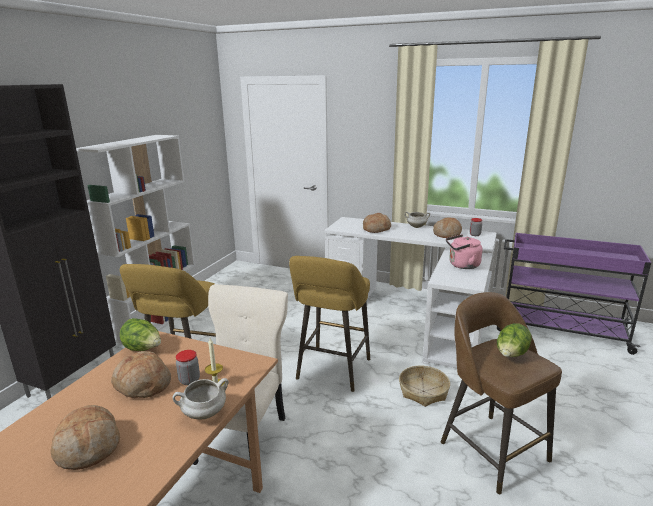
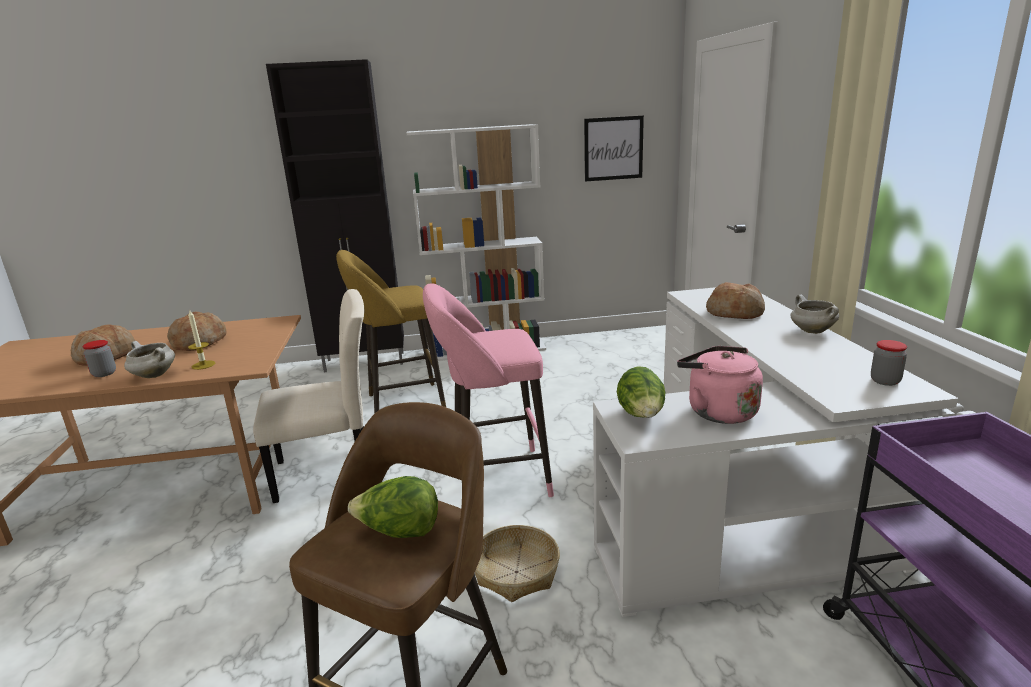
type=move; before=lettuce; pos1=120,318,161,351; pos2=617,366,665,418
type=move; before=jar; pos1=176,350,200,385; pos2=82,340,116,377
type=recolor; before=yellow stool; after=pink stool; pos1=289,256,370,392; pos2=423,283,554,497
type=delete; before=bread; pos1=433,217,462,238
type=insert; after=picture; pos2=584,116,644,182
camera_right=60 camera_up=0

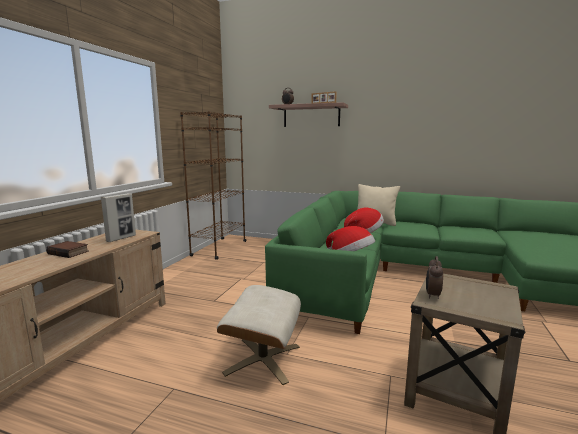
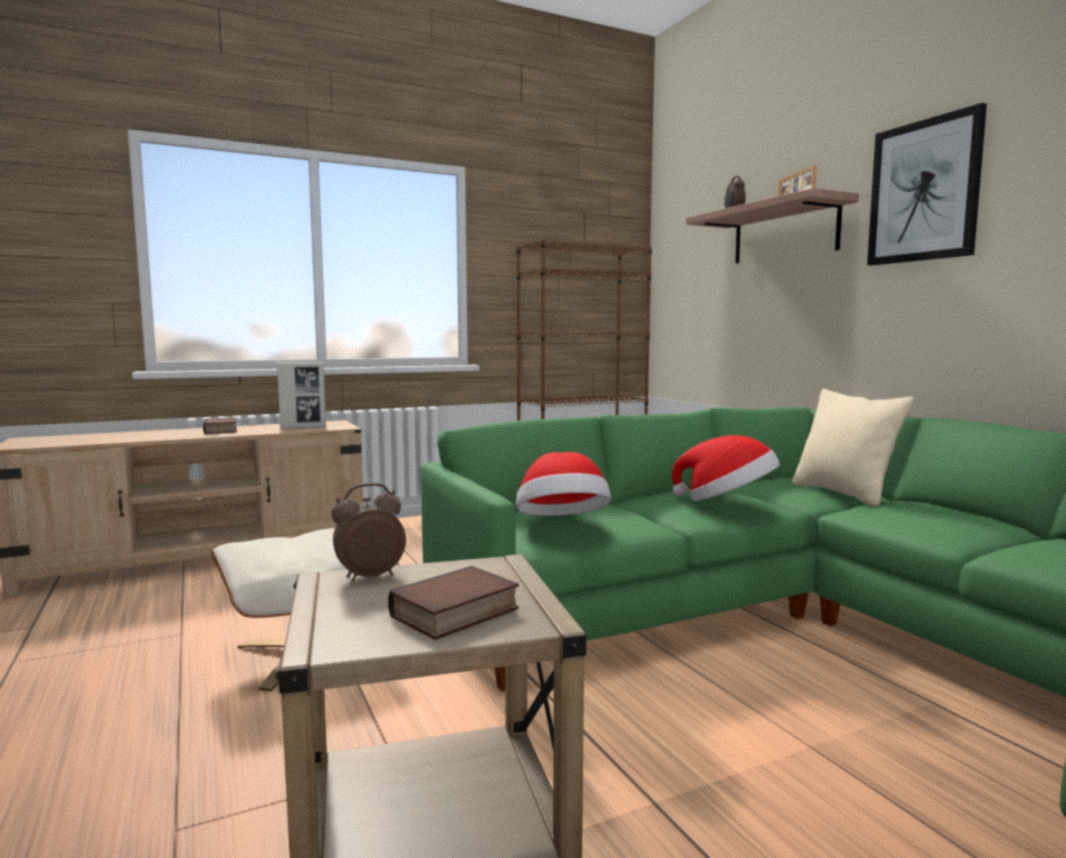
type=insert; after=book; pos2=388,566,519,640
type=insert; after=picture; pos2=867,103,987,265
camera_right=45 camera_up=-5

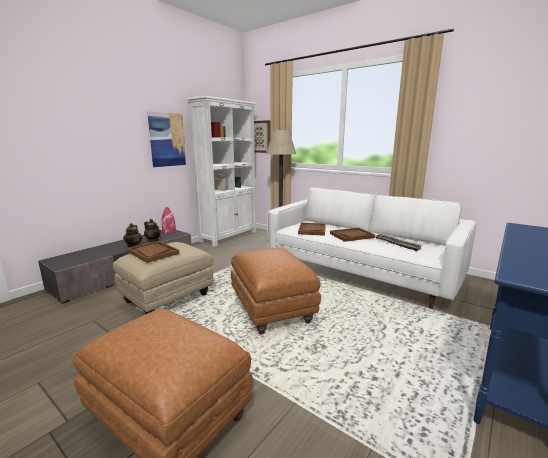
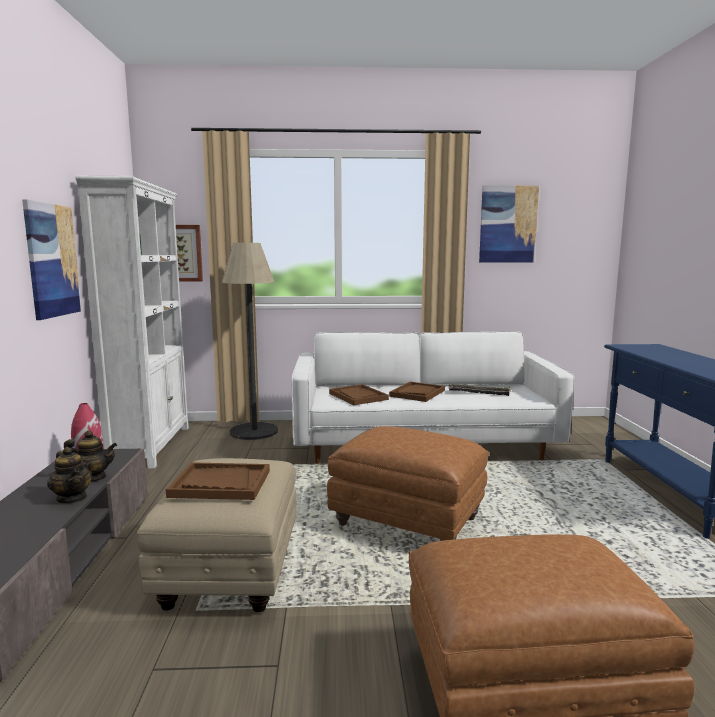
type=insert; after=picture; pos2=479,185,539,263
camera_right=-40 camera_up=-5

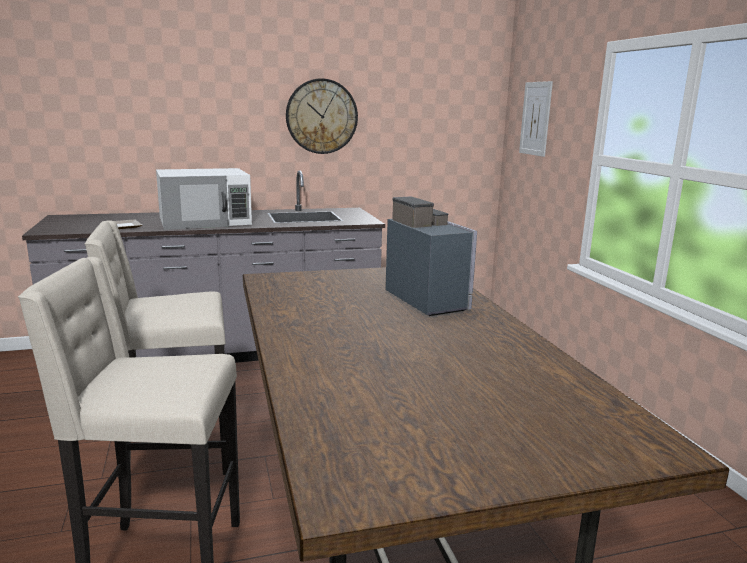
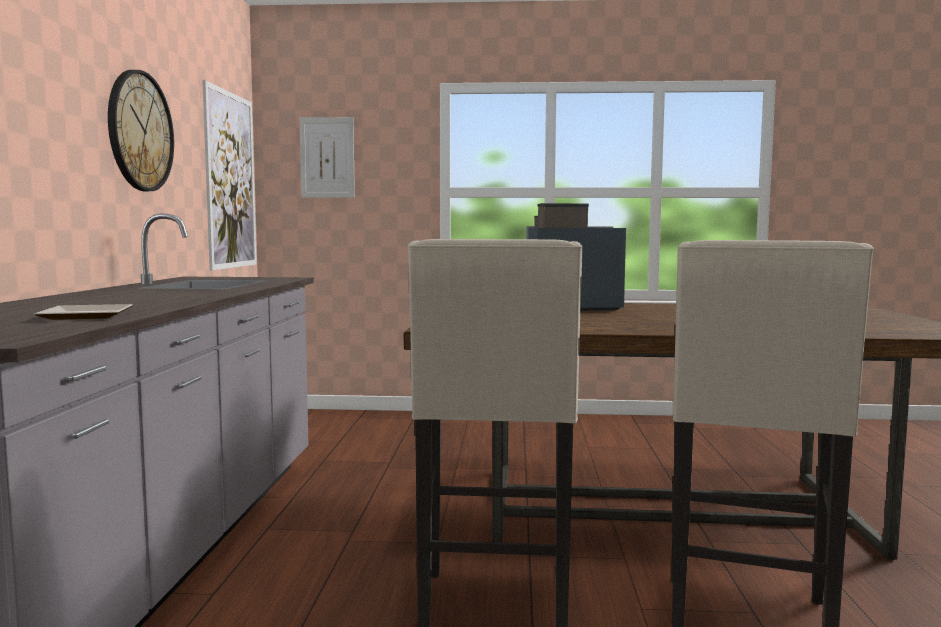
type=delete; before=white microwave; pos1=156,168,252,230
type=insert; after=picture; pos2=203,80,257,270
camera_right=-70 camera_up=-10

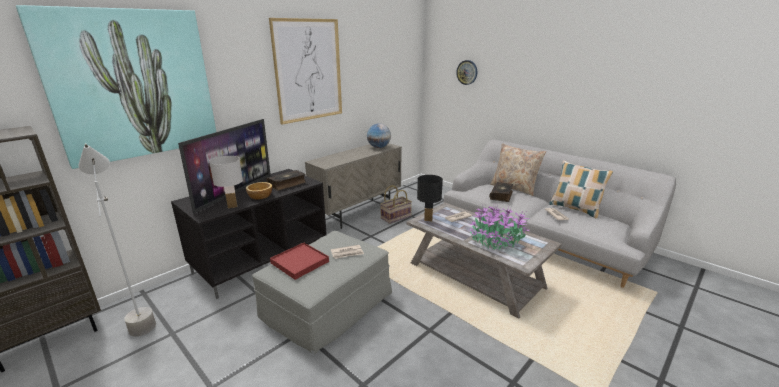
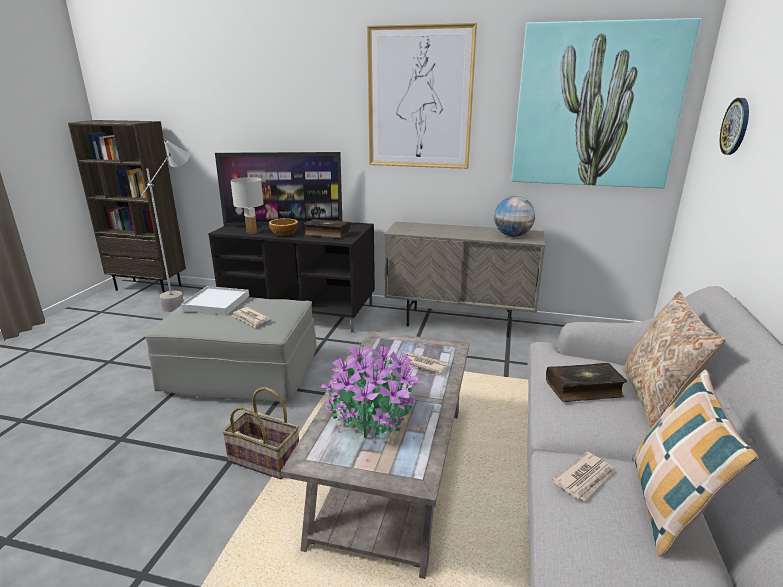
type=move; before=picture; pos1=16,5,216,169; pos2=511,18,701,189
type=recolor; before=red tray; after=white tray; pos1=270,242,329,280; pos2=181,286,249,315
type=move; before=basket; pos1=380,185,412,224; pos2=222,387,299,479
type=delete; before=black table lamp; pos1=417,175,443,221
camera_right=60 camera_up=0

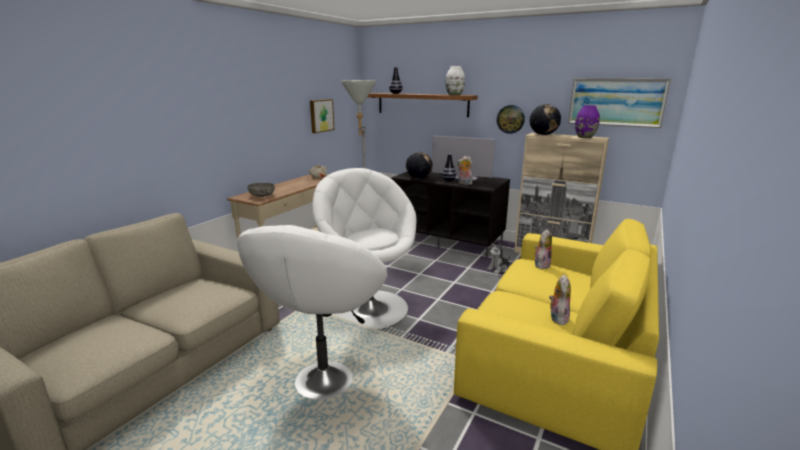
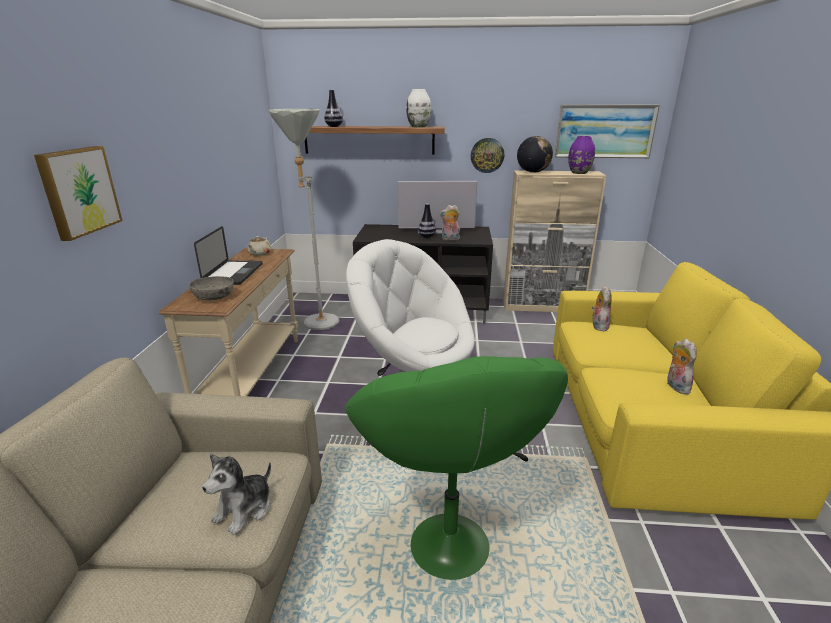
type=recolor; before=white armchair; after=green armchair; pos1=237,225,387,399; pos2=346,356,568,580
type=move; before=picture; pos1=310,99,334,133; pos2=34,146,123,241
type=delete; before=globe; pos1=406,152,433,179
type=move; before=plush toy; pos1=487,243,510,274; pos2=202,454,271,535
type=insert; after=laptop; pos2=194,226,263,285
camera_right=-25 camera_up=5

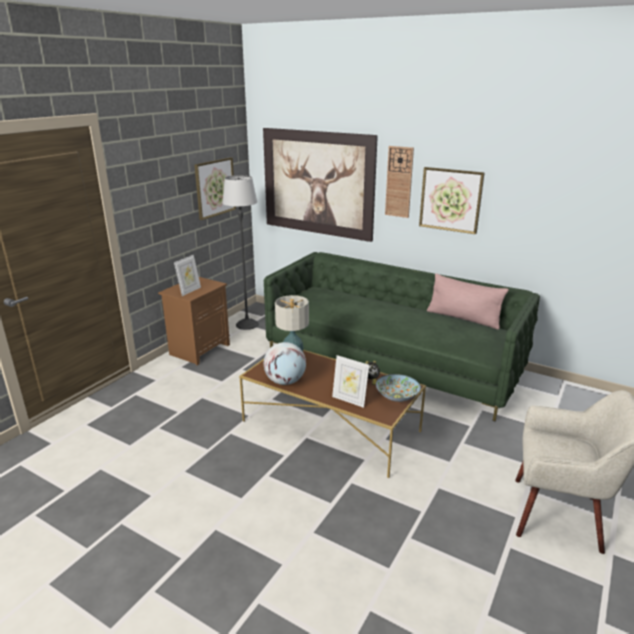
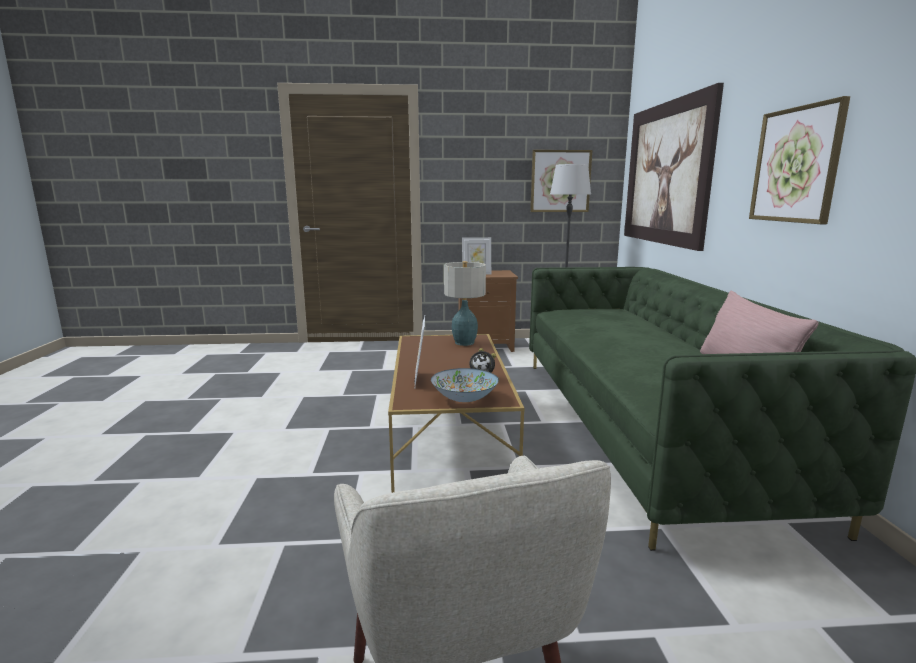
type=delete; before=globe; pos1=264,342,306,385
type=delete; before=wall clock; pos1=385,146,414,218
camera_right=55 camera_up=-10

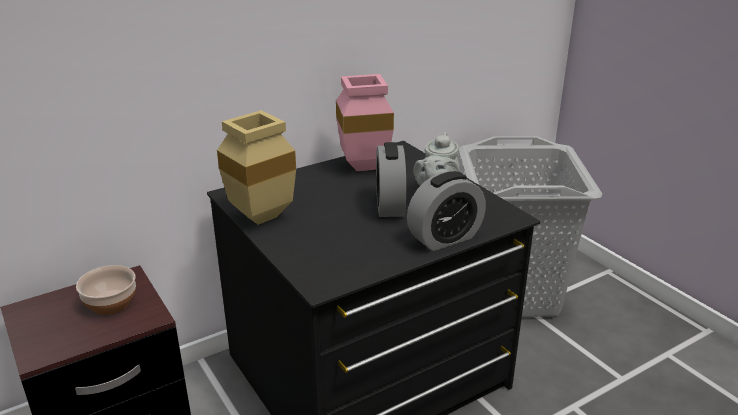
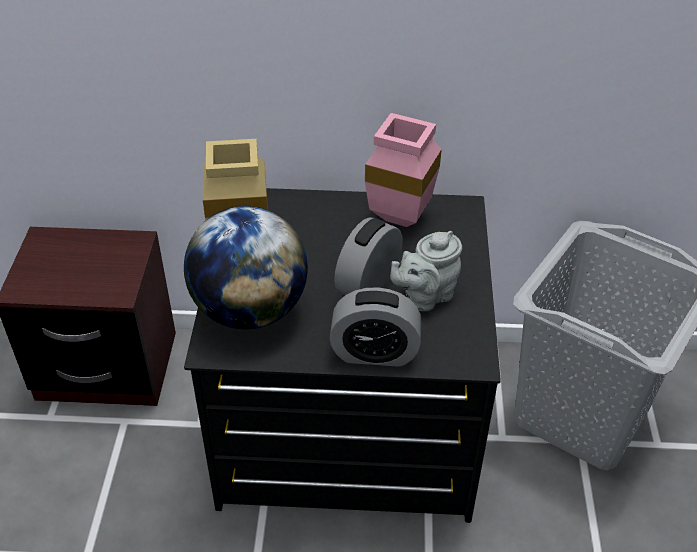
type=delete; before=bowl; pos1=76,265,136,315
type=insert; after=globe; pos2=184,206,308,329
camera_right=35 camera_up=15

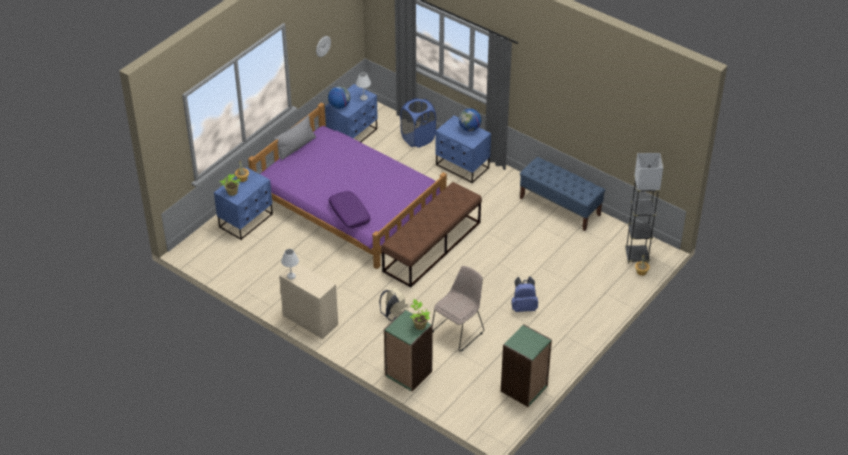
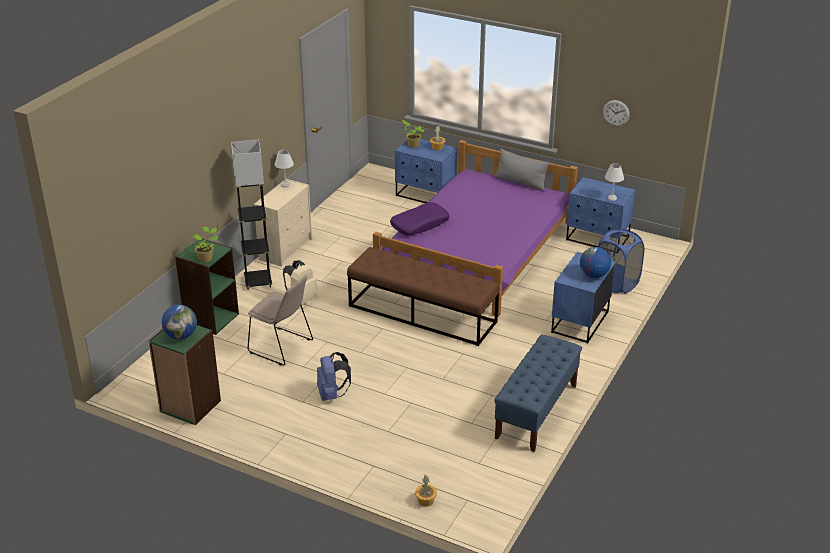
type=move; before=globe; pos1=328,86,351,109; pos2=162,305,197,340
type=move; before=grey floor lamp; pos1=625,153,663,263; pos2=231,140,272,290
camera_right=80 camera_up=-10

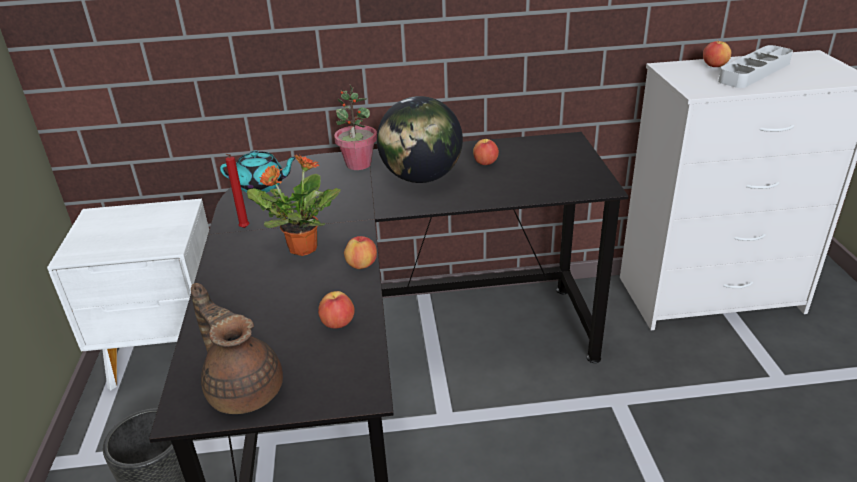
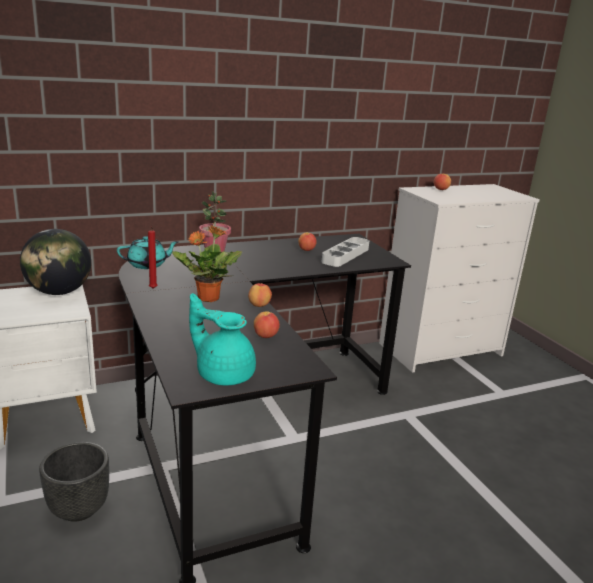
type=recolor; before=brown teapot; after=turquoise teapot; pos1=191,283,283,414; pos2=189,293,256,386
type=move; before=globe; pos1=377,96,463,183; pos2=20,229,91,295
type=move; before=grey tray; pos1=718,45,793,88; pos2=322,237,369,267
camera_right=-20 camera_up=-10

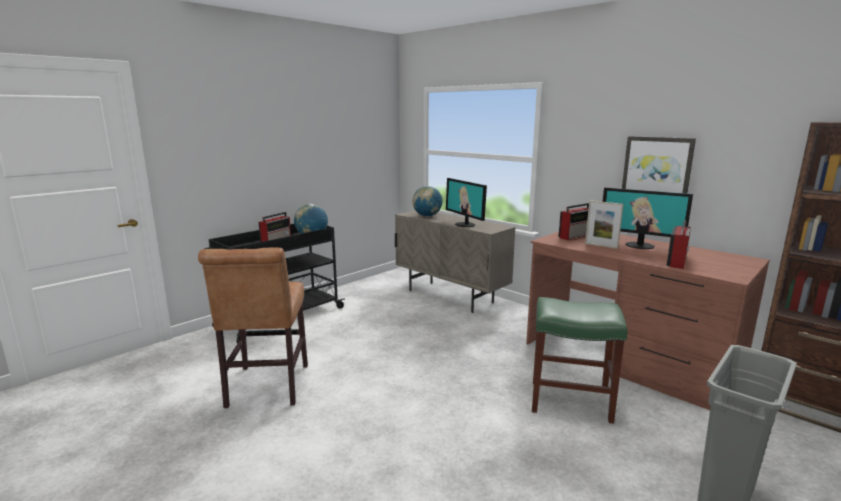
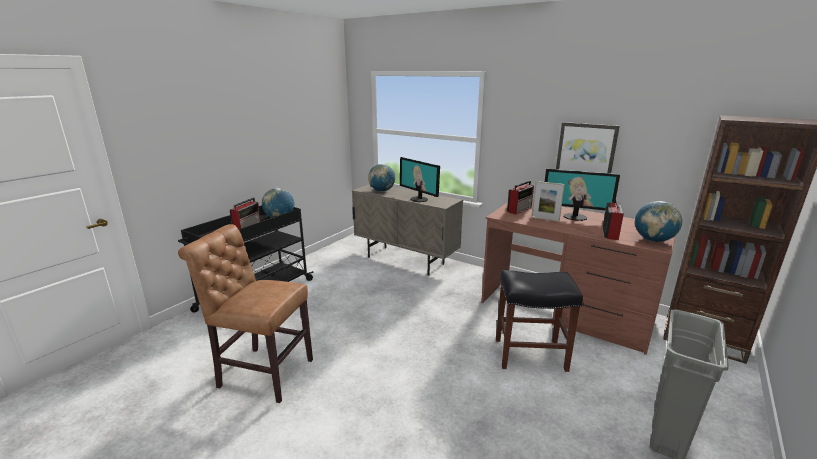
type=rotate; before=brown chair; pos1=198,248,308,408; pos2=178,224,313,403; turn=120
type=recolor; before=green stool; after=black stool; pos1=532,297,627,424; pos2=496,270,583,372
type=insert; after=globe; pos2=635,201,682,242
camera_right=-10 camera_up=5

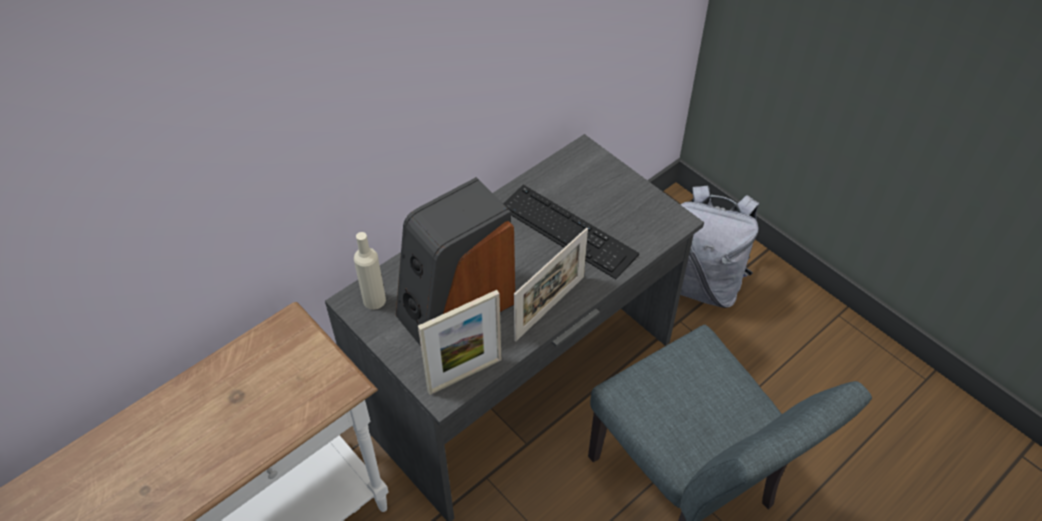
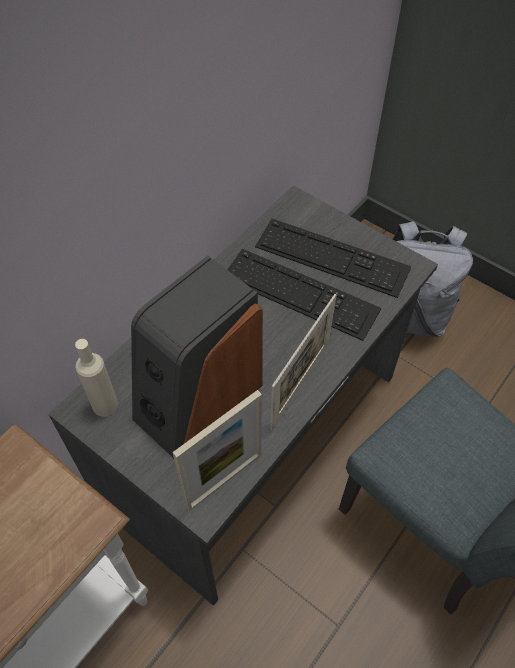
type=insert; after=keyboard; pos2=255,219,411,298
camera_right=-10 camera_up=5

